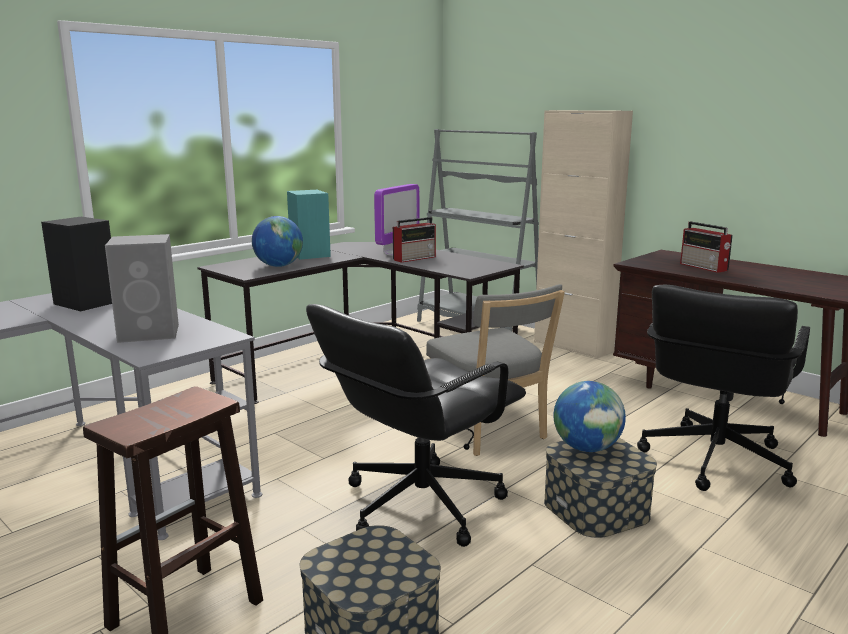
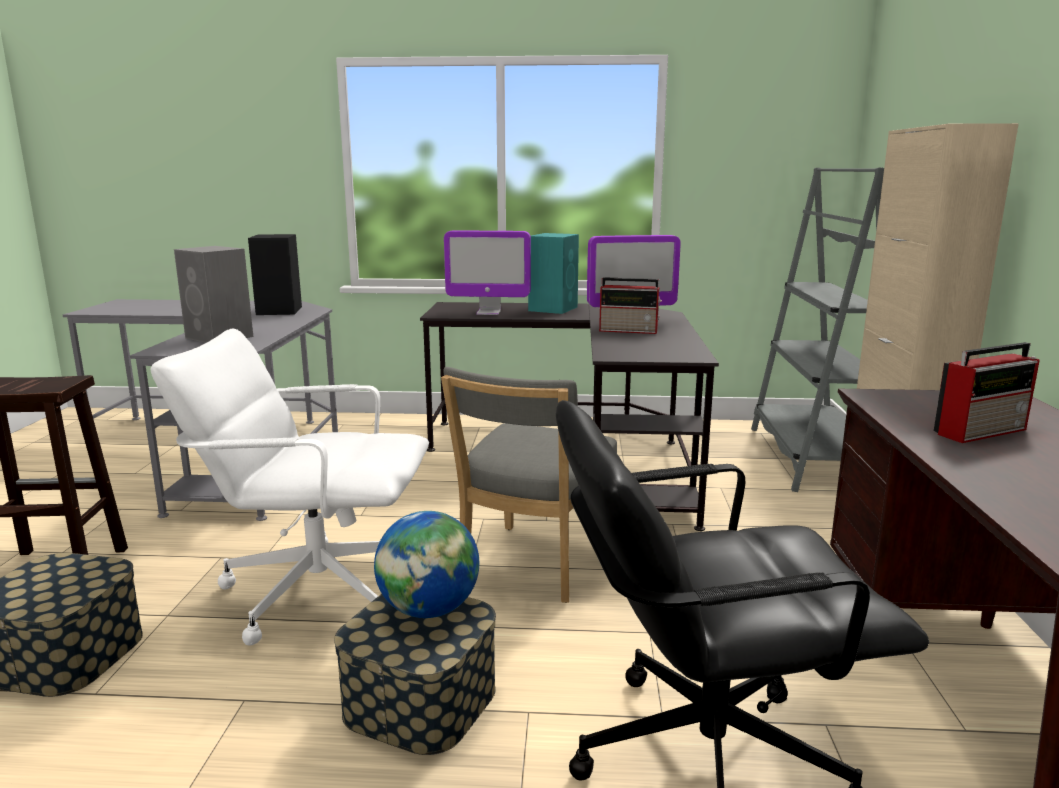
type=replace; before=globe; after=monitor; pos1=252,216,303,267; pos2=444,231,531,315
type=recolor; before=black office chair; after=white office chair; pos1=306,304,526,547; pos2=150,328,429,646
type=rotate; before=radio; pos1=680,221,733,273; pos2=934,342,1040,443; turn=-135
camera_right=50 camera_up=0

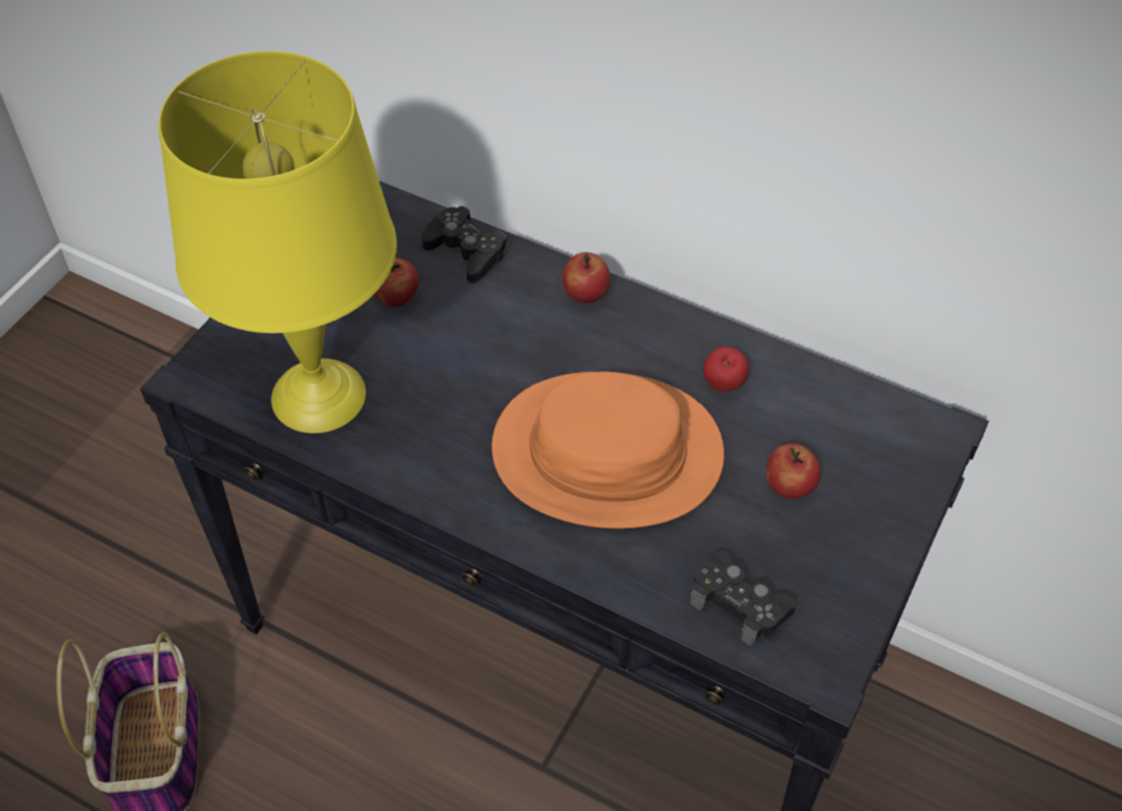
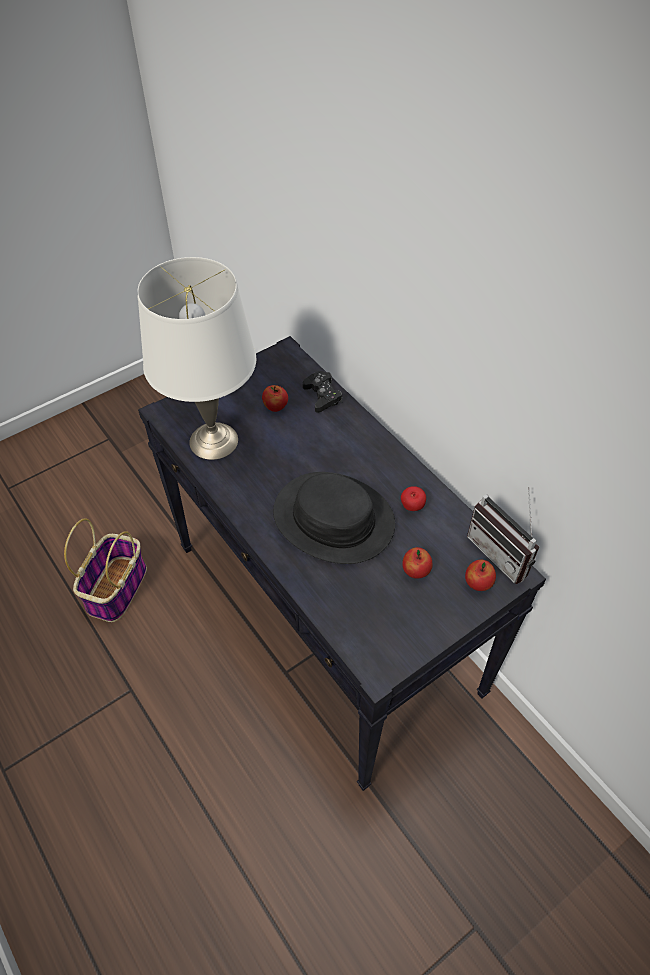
type=recolor; before=yellow table lamp; after=white table lamp; pos1=158,51,397,433; pos2=137,257,256,460
type=recolor; before=orange hat; after=black hat; pos1=492,372,724,529; pos2=273,472,395,564
type=move; before=apple; pos1=562,252,611,303; pos2=465,560,496,591
type=delete; before=black game controller; pos1=690,551,797,646
type=insert; after=radio; pos2=467,487,539,584
camera_right=25 camera_up=0

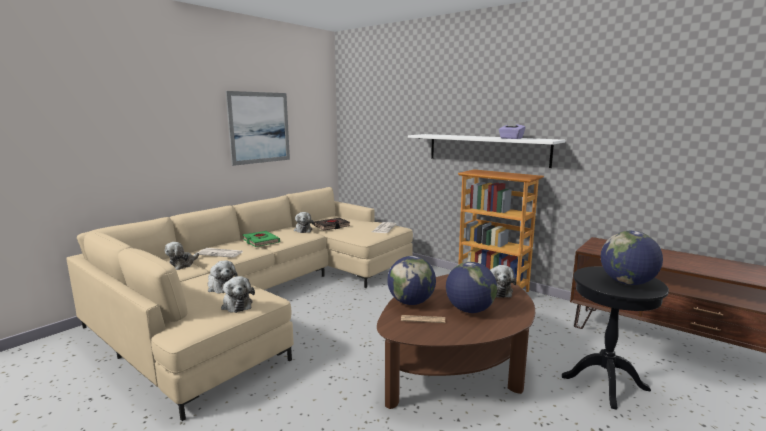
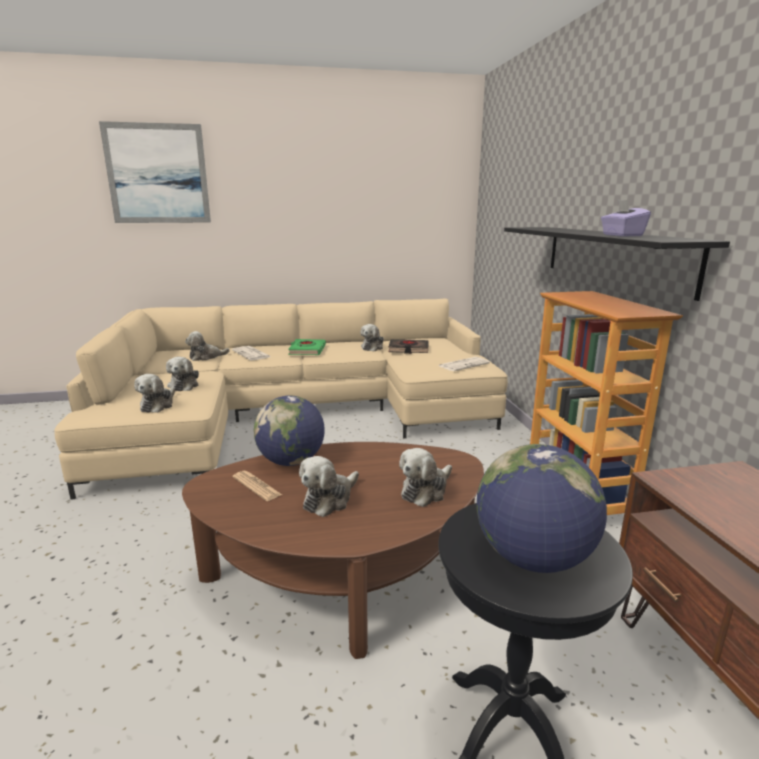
type=move; before=picture; pos1=226,91,290,166; pos2=99,121,211,223
type=recolor; before=white shelf; after=black shelf; pos1=408,134,565,168; pos2=504,227,730,301
type=replace; before=globe; after=plush toy; pos1=446,262,497,313; pos2=299,456,359,517
camera_right=40 camera_up=5

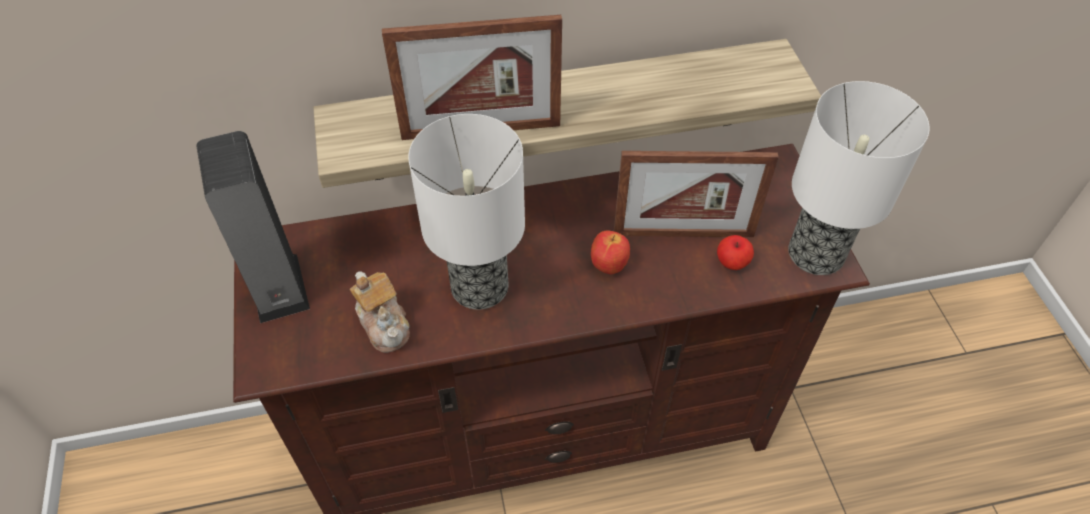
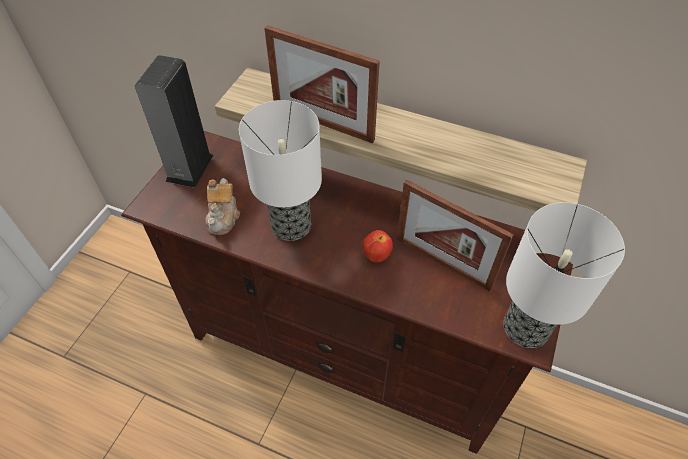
type=delete; before=apple; pos1=717,235,754,270
camera_right=35 camera_up=0

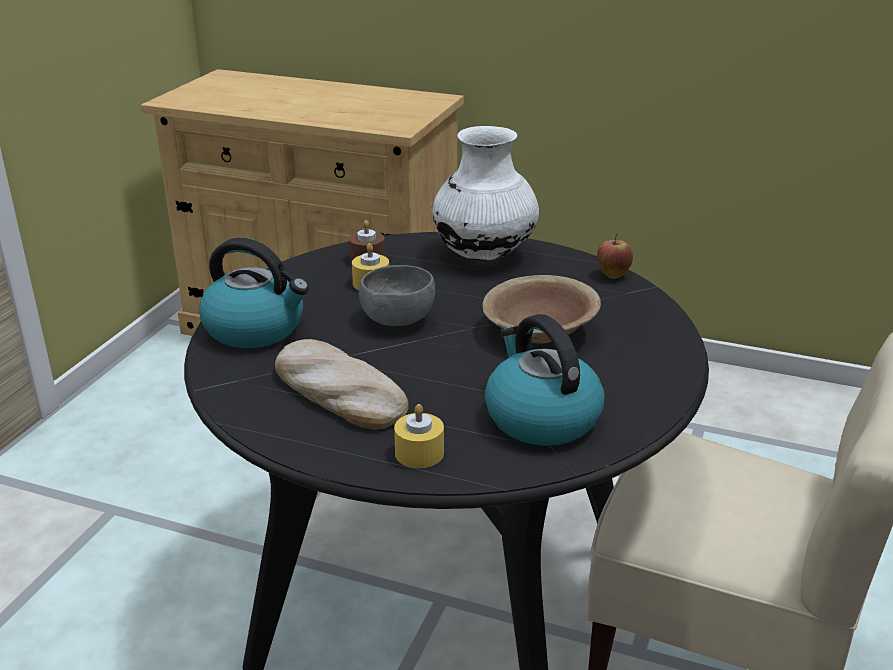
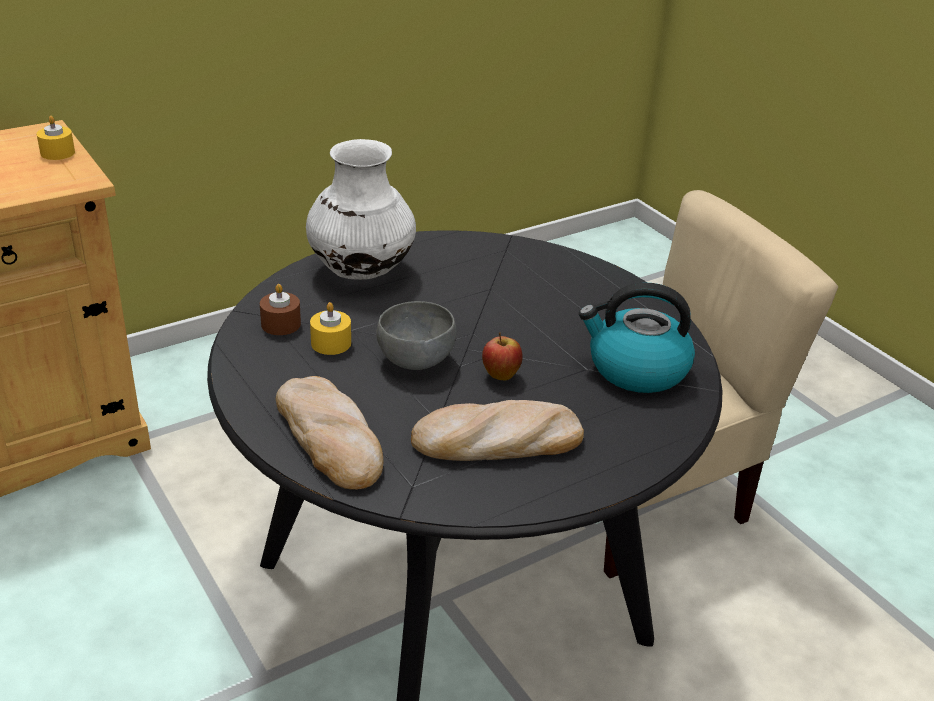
type=replace; before=kettle; after=bread; pos1=199,238,309,348; pos2=276,376,383,490
type=move; before=yellow candle; pos1=394,404,444,468; pos2=37,116,75,160
type=delete; before=brown bowl; pos1=482,275,601,344
type=move; before=apple; pos1=597,234,633,279; pos2=482,332,523,380
camera_right=-55 camera_up=5

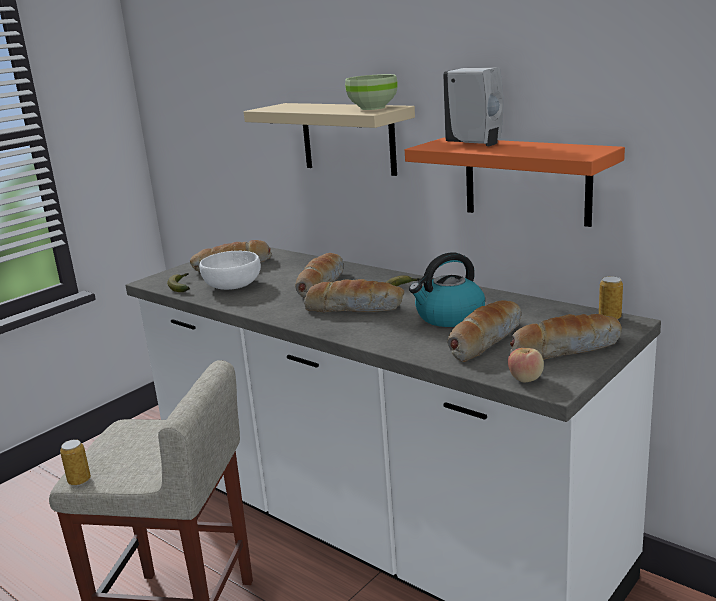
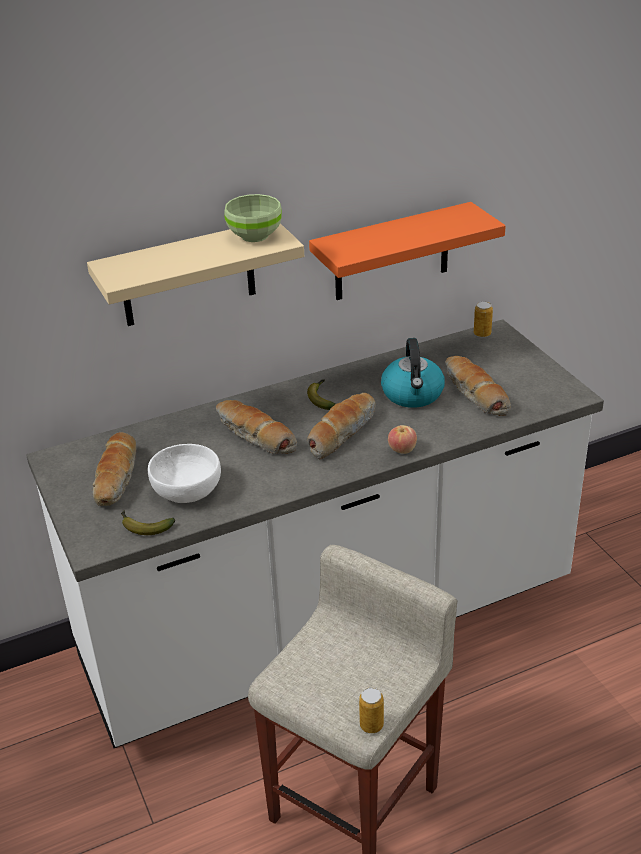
type=delete; before=white soap dispenser; pos1=443,67,503,146
type=move; before=apple; pos1=508,348,544,382; pos2=388,425,417,454
type=delete; before=bread; pos1=510,314,622,360
camera_right=-65 camera_up=15

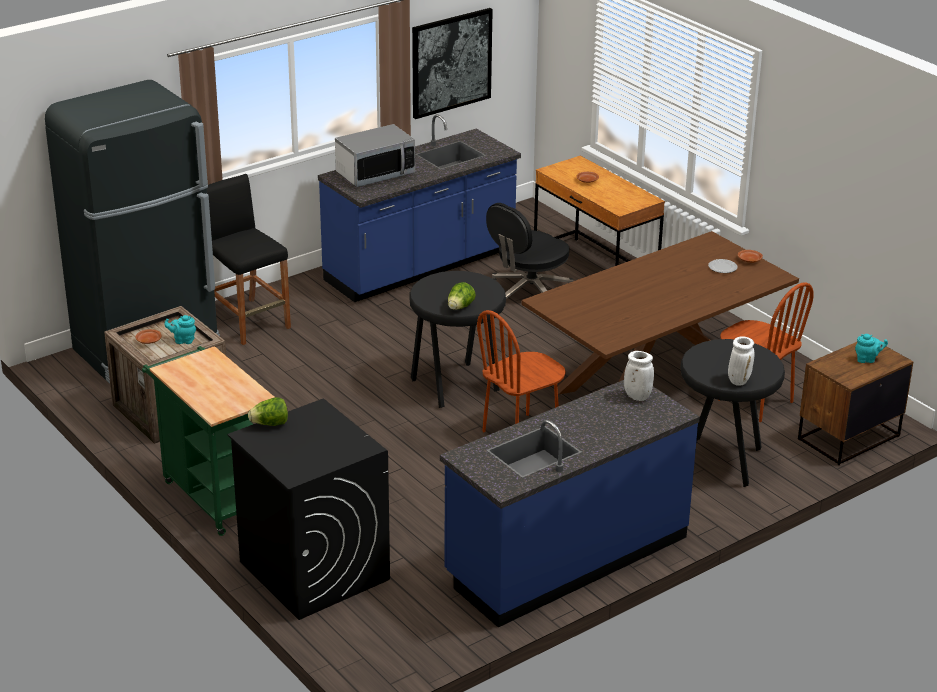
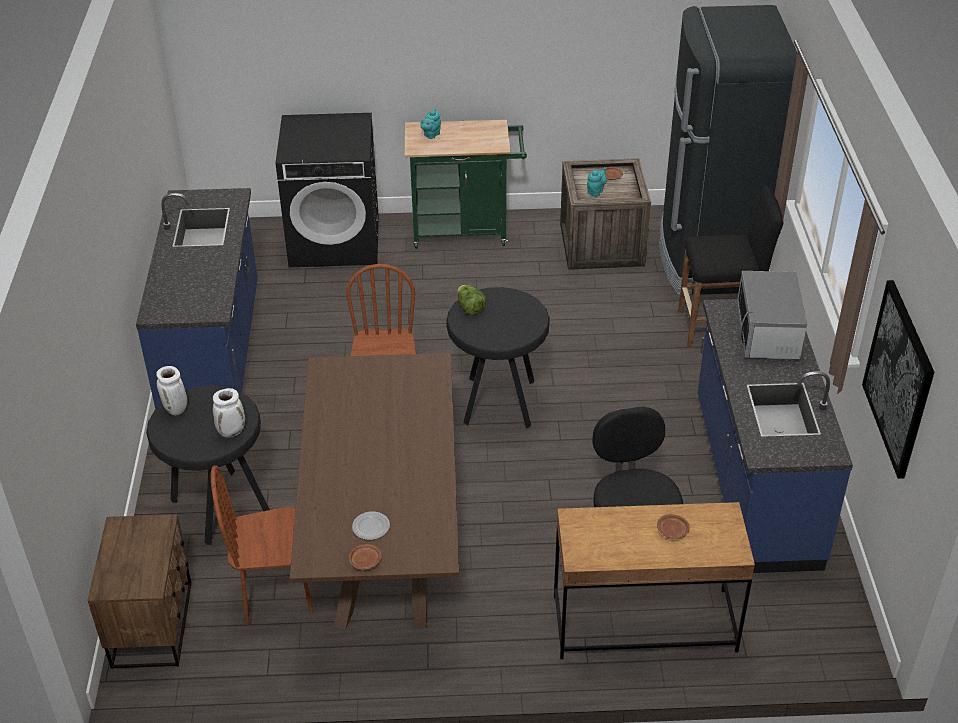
type=delete; before=lettuce; pos1=248,397,288,426
type=move; before=white vase; pos1=624,351,654,401; pos2=213,388,245,438
type=move; before=turquoise teapot; pos1=855,334,888,363; pos2=420,109,441,139
camera_right=125 camera_up=10

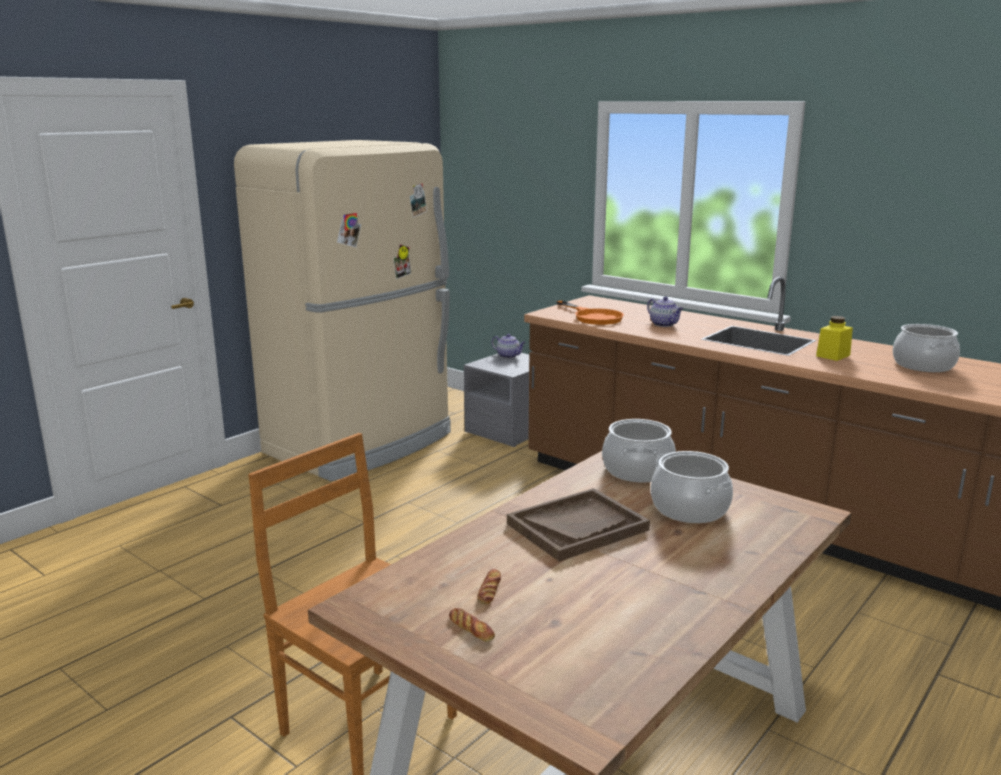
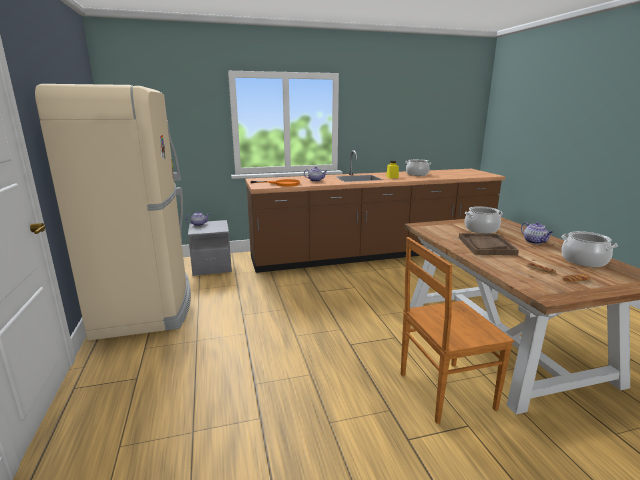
type=move; before=cooking pot; pos1=602,419,676,482; pos2=561,231,618,267
type=insert; after=teapot; pos2=521,222,553,244
camera_right=-55 camera_up=0

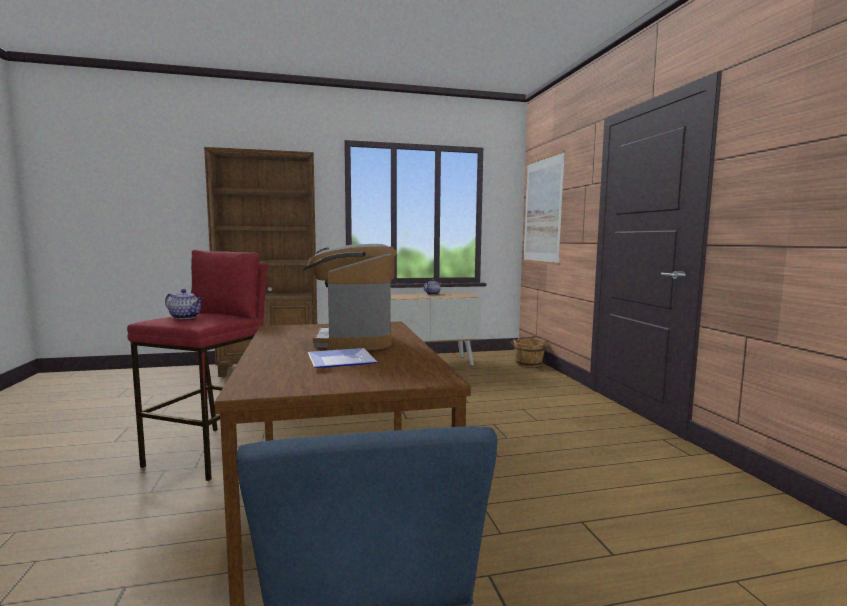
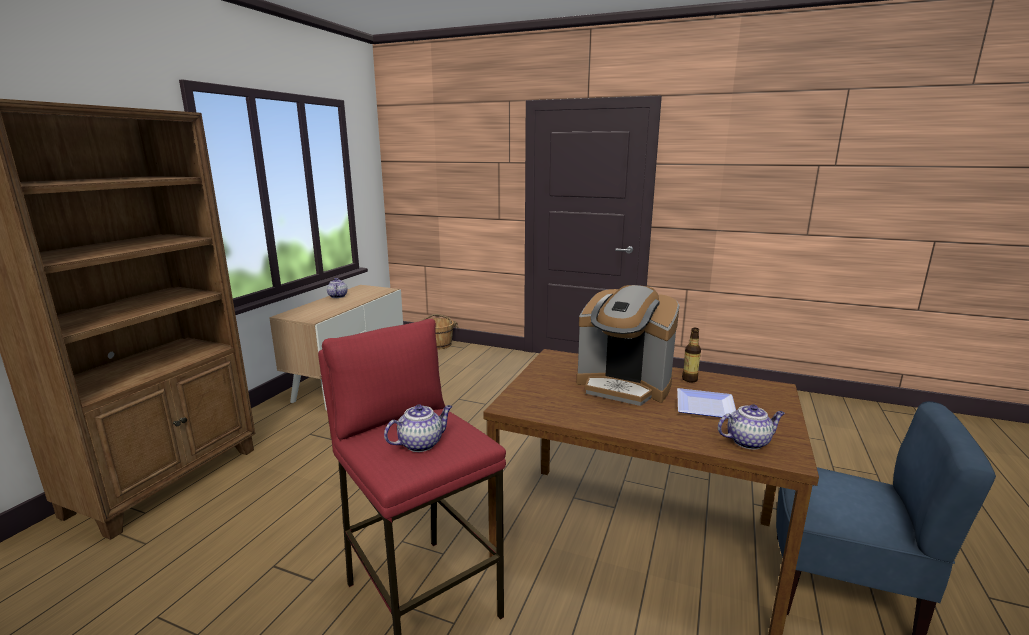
type=delete; before=picture; pos1=523,150,565,265
type=insert; after=bottle; pos2=682,328,701,382
type=insert; after=teapot; pos2=718,404,785,449
camera_right=-55 camera_up=10

